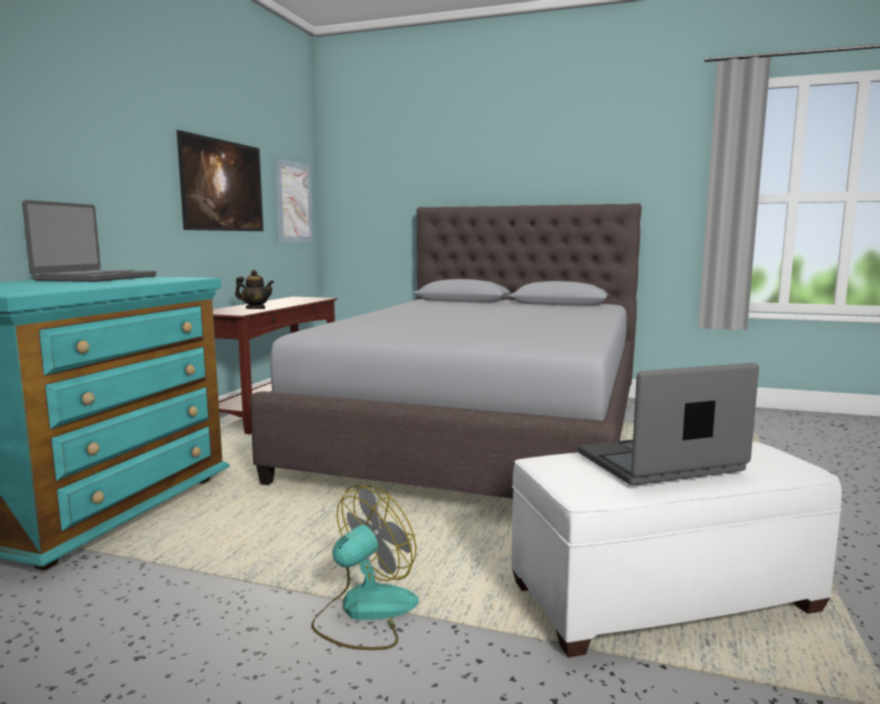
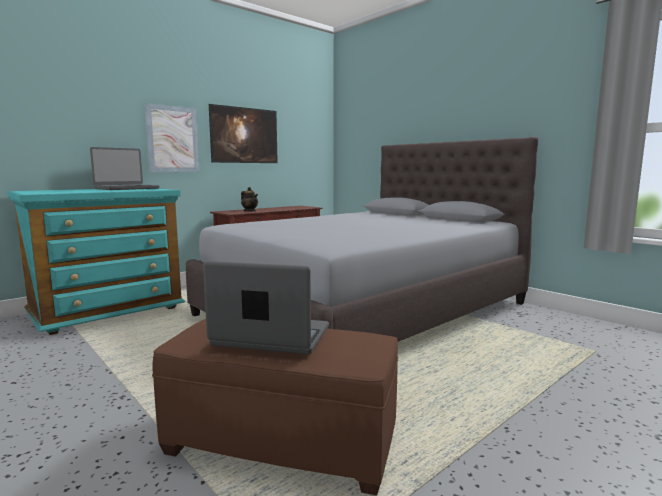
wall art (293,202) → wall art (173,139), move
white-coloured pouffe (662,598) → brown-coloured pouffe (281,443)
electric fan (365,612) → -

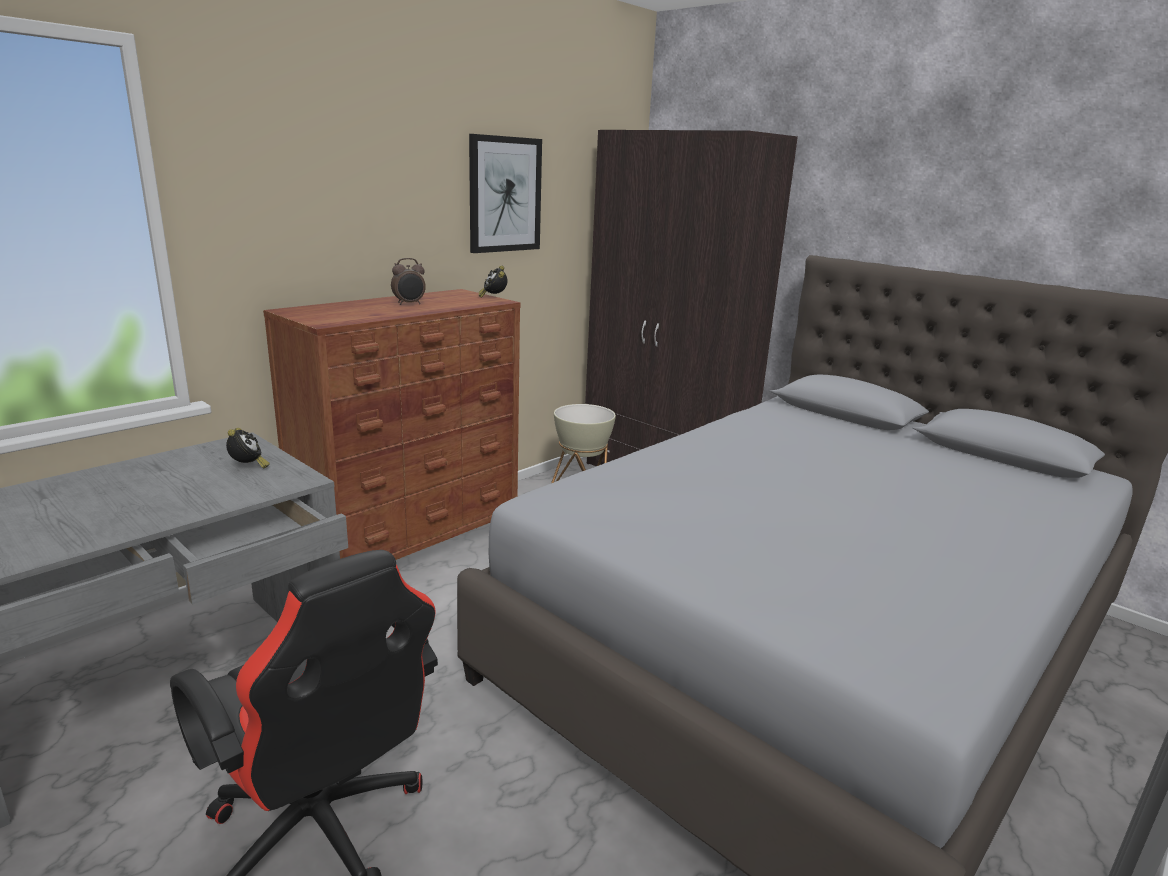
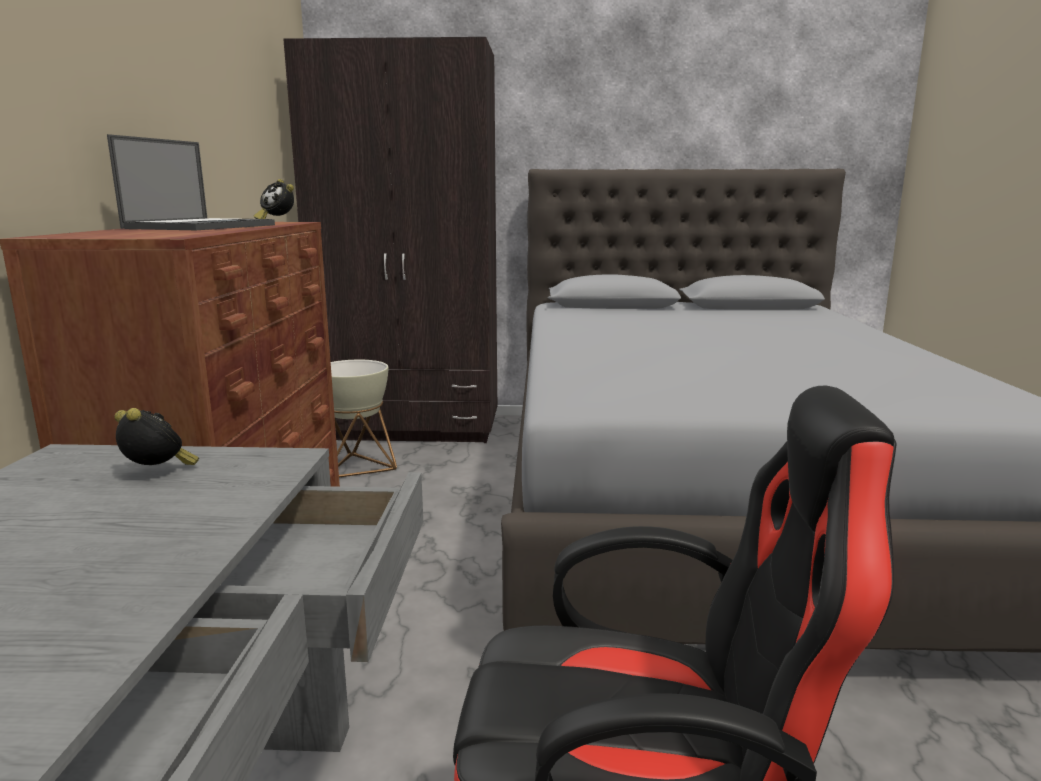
alarm clock (409,304) → laptop (202,226)
wall art (504,195) → -

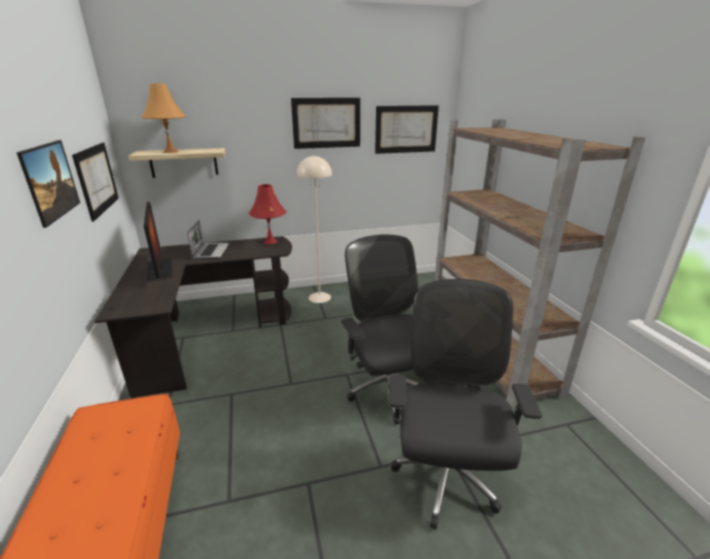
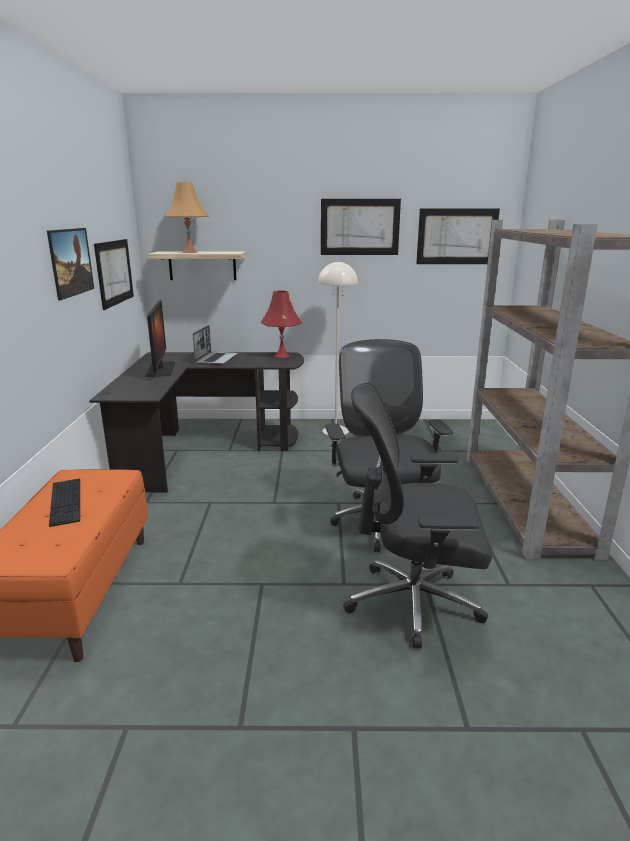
- → keyboard (65,501)
computer chair (446,475) → computer chair (415,603), 105 degrees counterclockwise

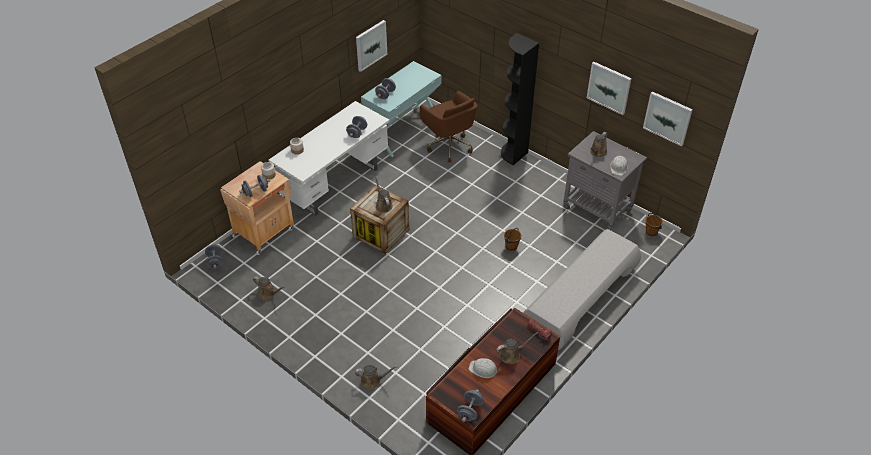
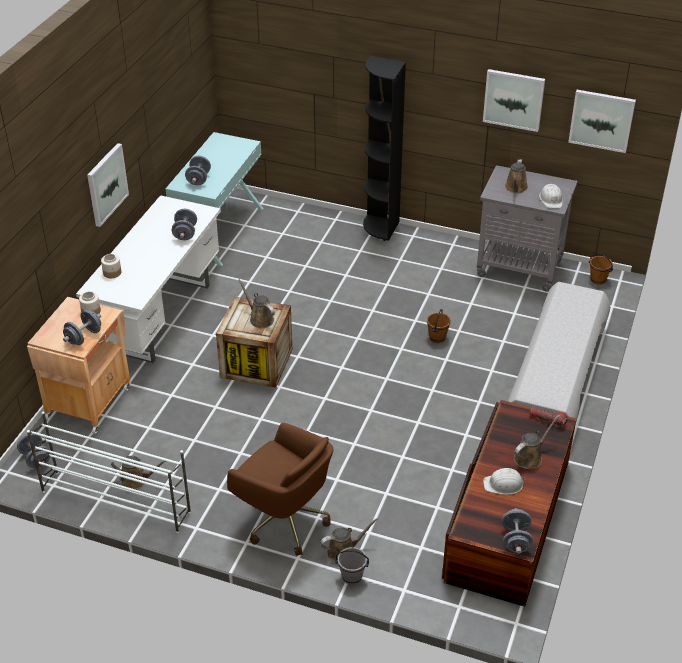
- → white-coloured shoe shelf (115,501)
wall art (371,45) → wall art (106,184), move
brown-coloured computer chair (448,146) → brown-coloured computer chair (284,522), move
- → grey water bucket (351,577)

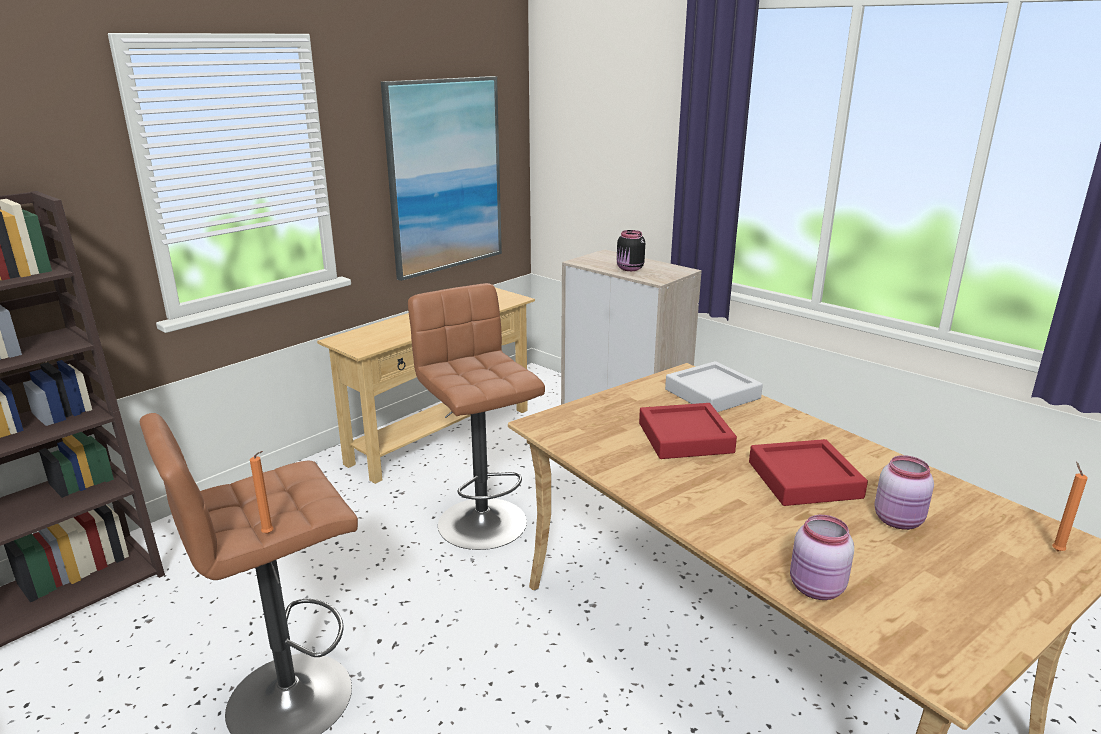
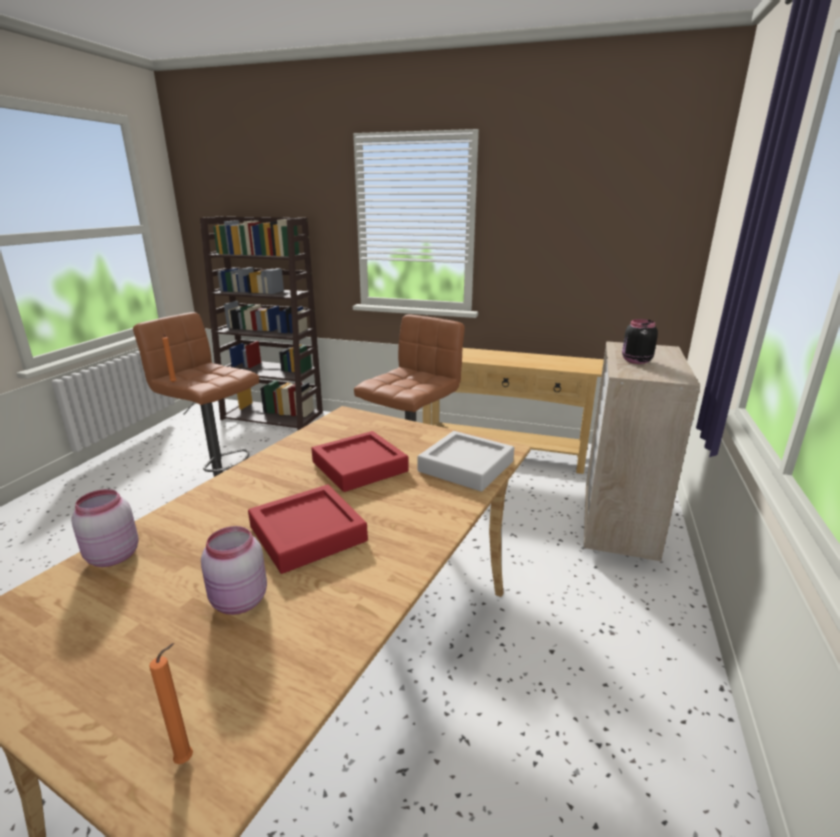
wall art (445,176) → -

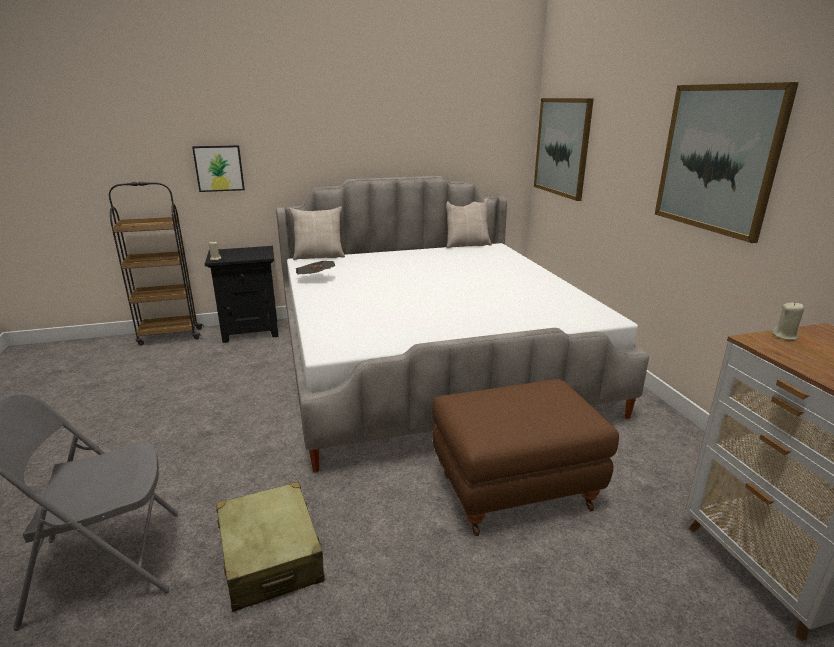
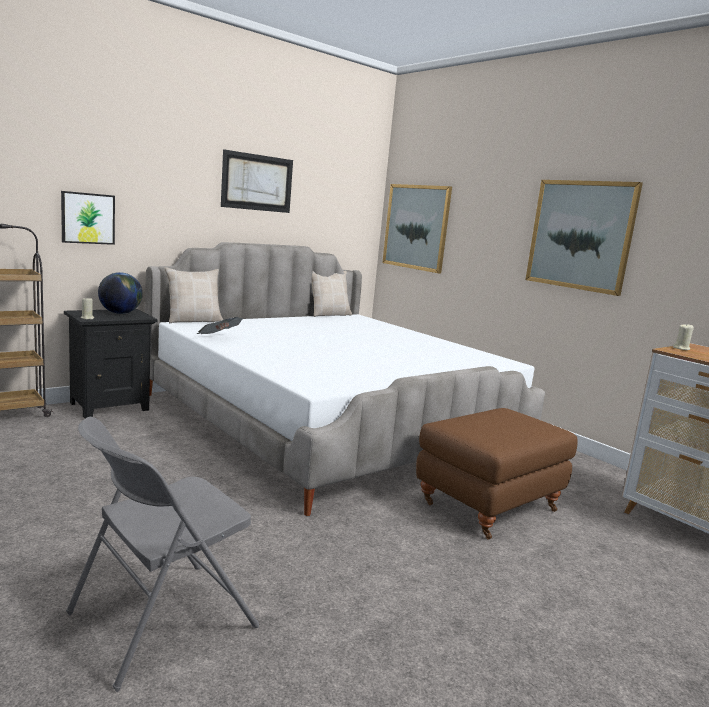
- → world globe (120,313)
- → wall art (257,182)
beige travel case (271,557) → -

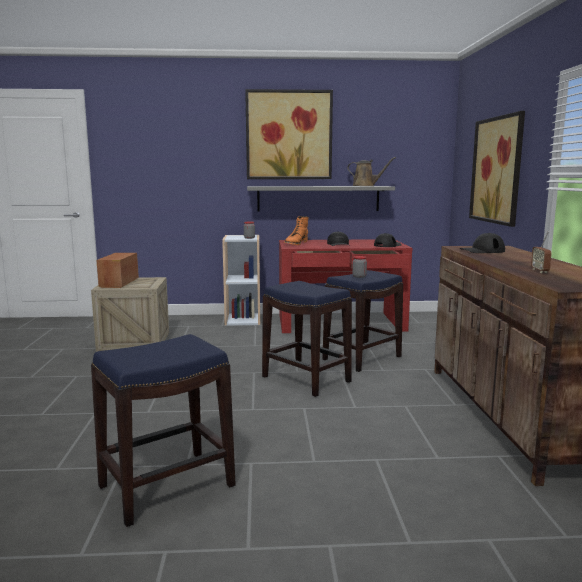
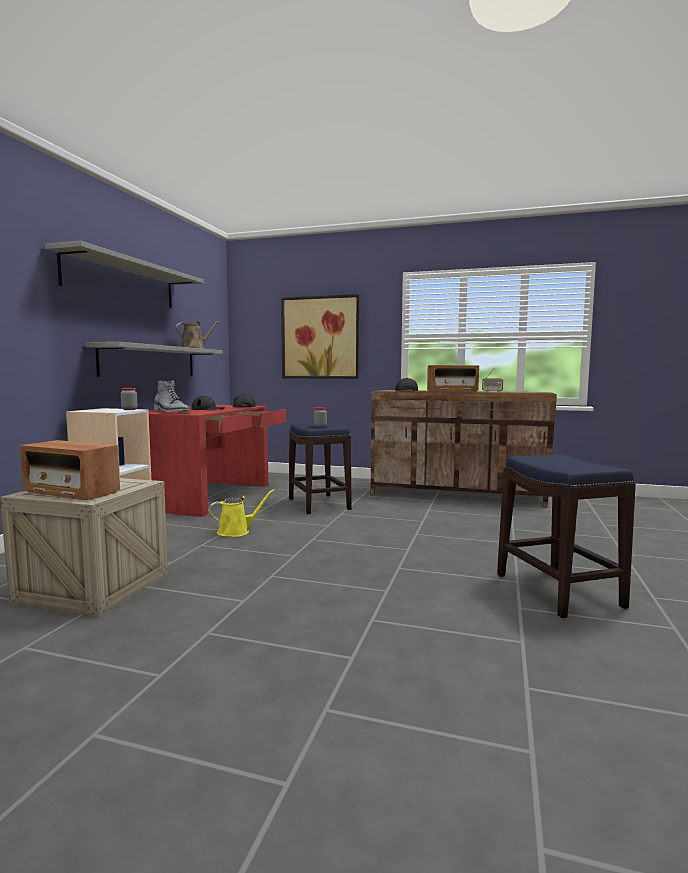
wall art (289,135) → grey wall shelf (122,281)
orangey boot (296,243) → grey boot (171,412)
- → yellowish sprinkling can (236,531)
- → radio receiver (452,391)
sitting stool (306,379) → -

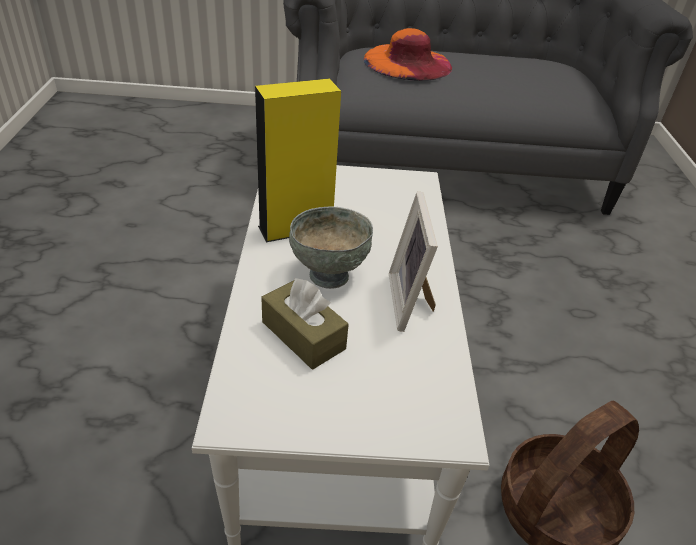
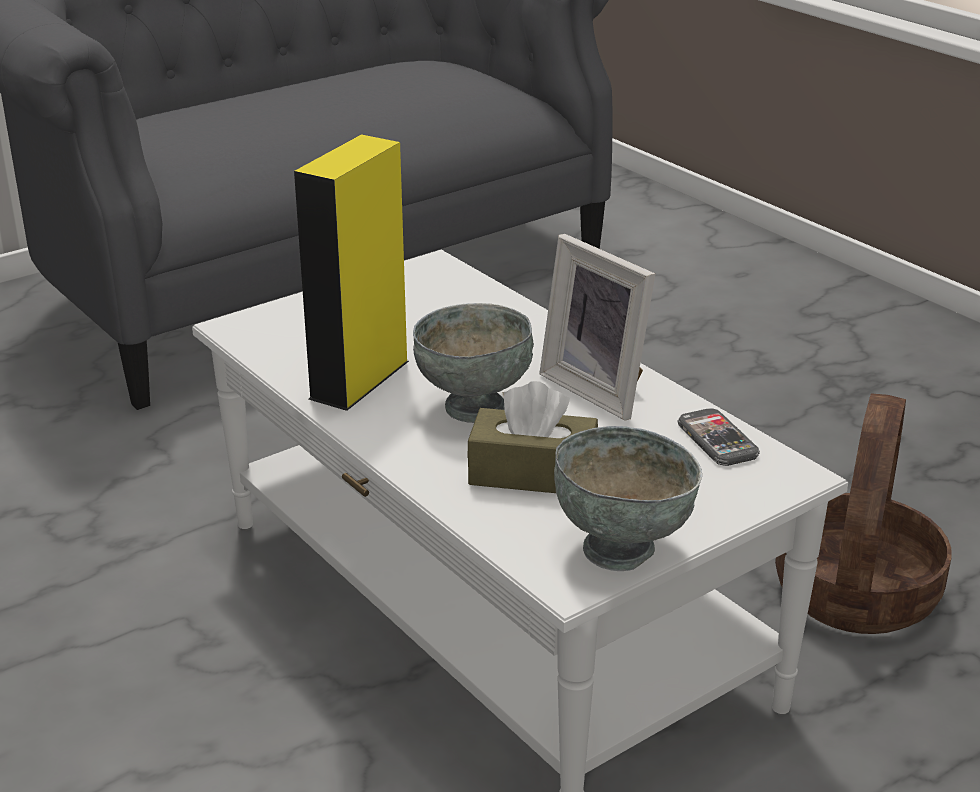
- → grey serving bowl (621,549)
- → phone (717,440)
orangey wearable hat (407,62) → -

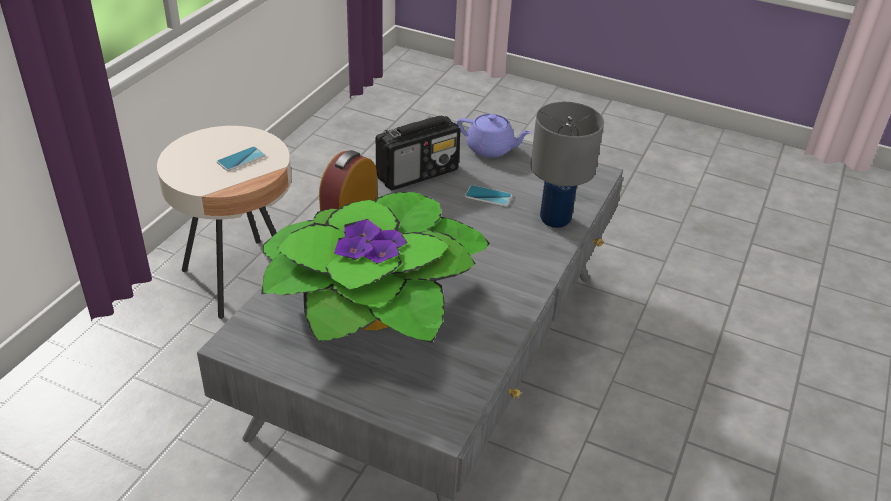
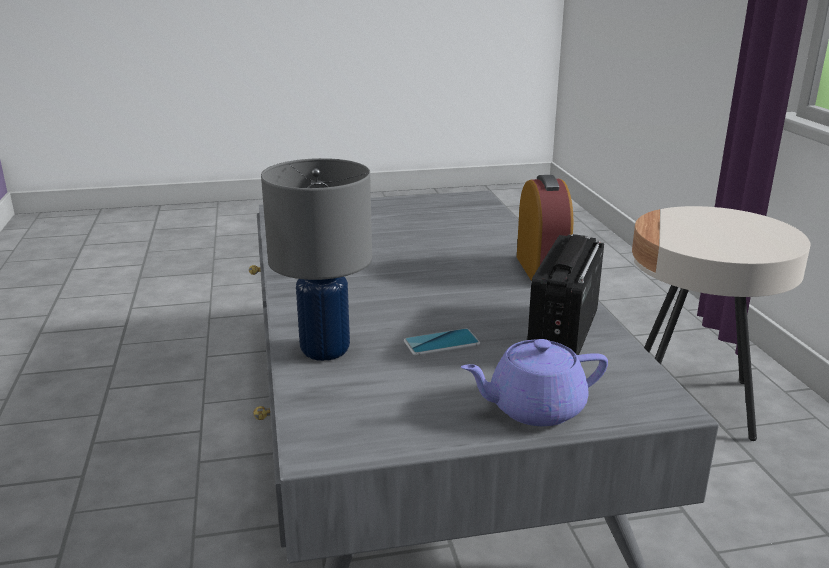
phone (241,159) → -
plant in a pot (375,307) → -

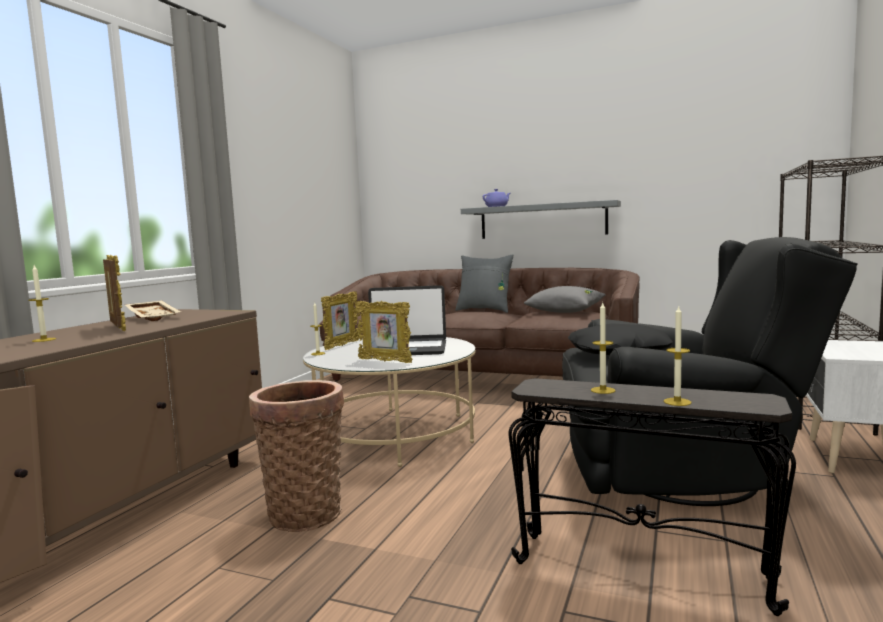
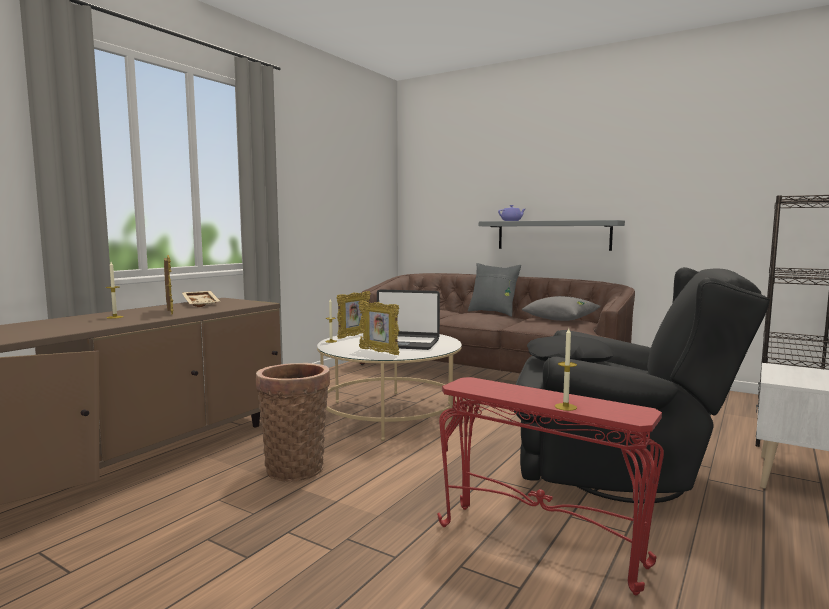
black accent table (640,571) → red-coloured accent table (538,546)
candle (603,390) → -

